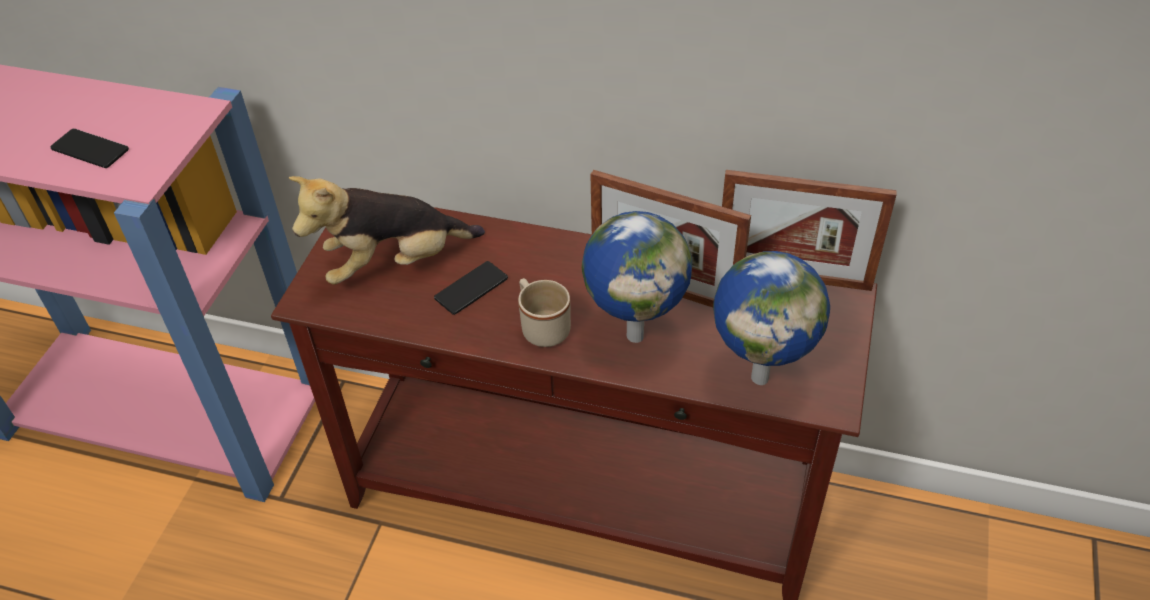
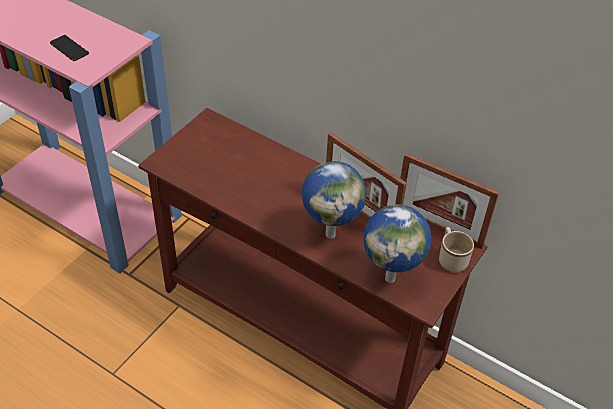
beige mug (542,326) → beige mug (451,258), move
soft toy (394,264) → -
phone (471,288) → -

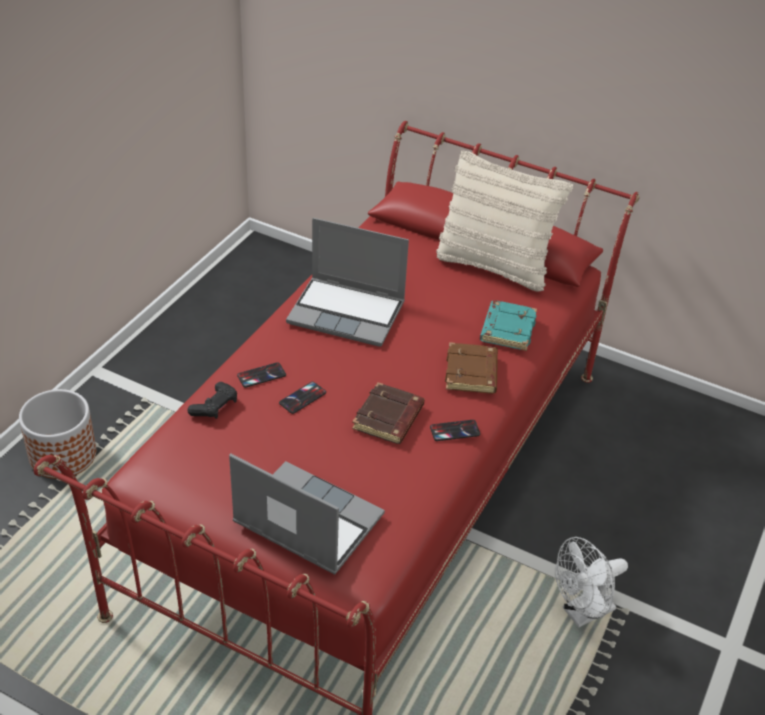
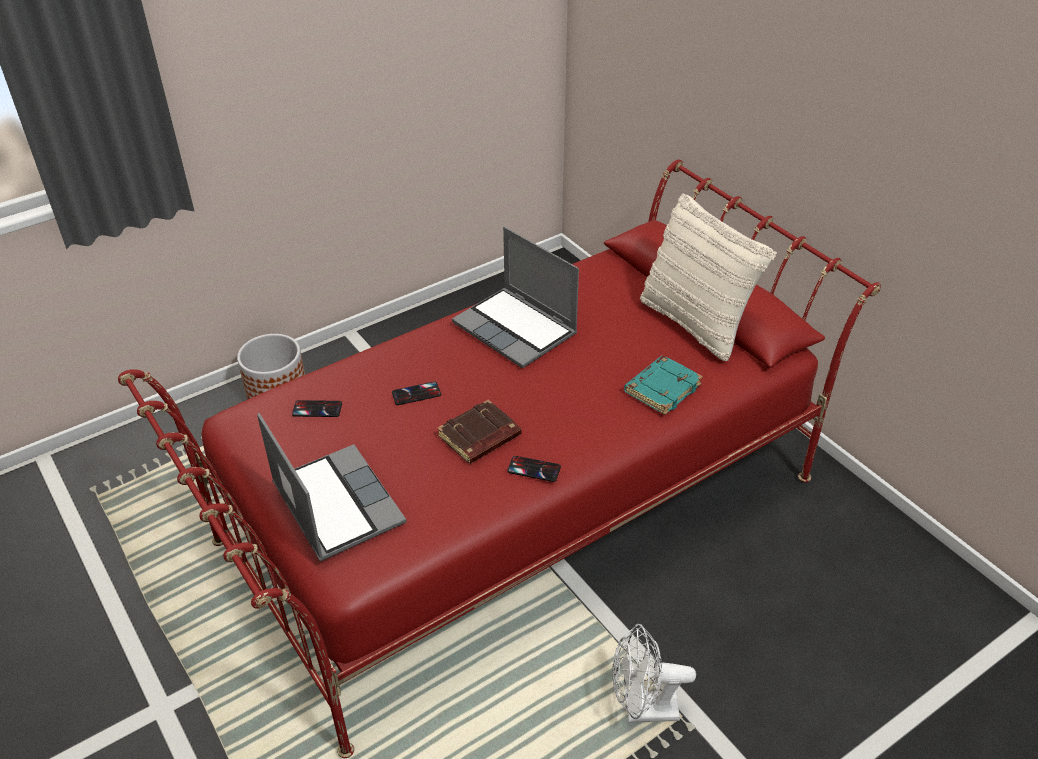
phone (261,375) → phone (317,409), move
black joypad (214,407) → -
brown-coloured bound book (472,373) → -

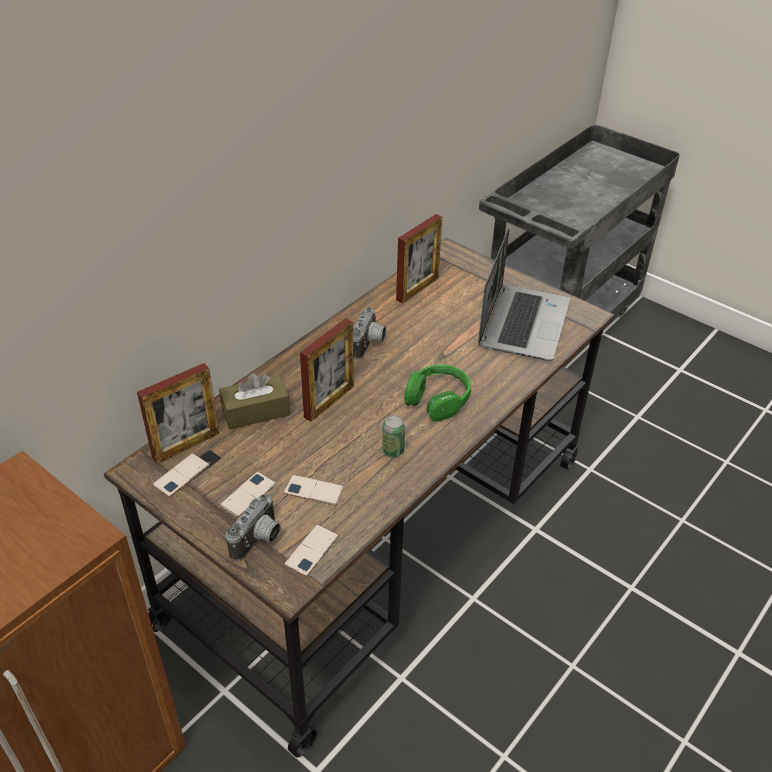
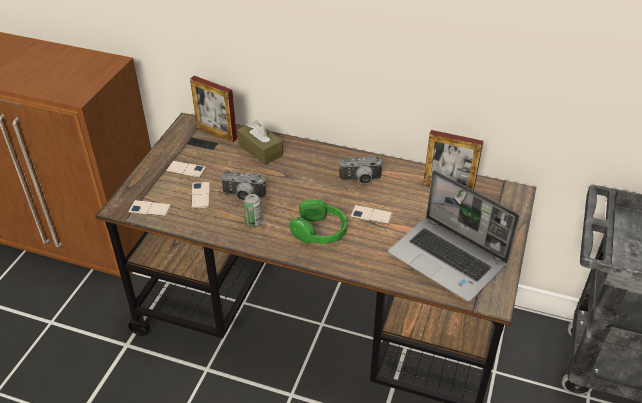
photo camera (259,541) → photo camera (243,197), move
phone (181,475) → phone (371,215), move
laptop (522,323) → laptop (448,259), 45 degrees clockwise
picture frame (329,401) → -

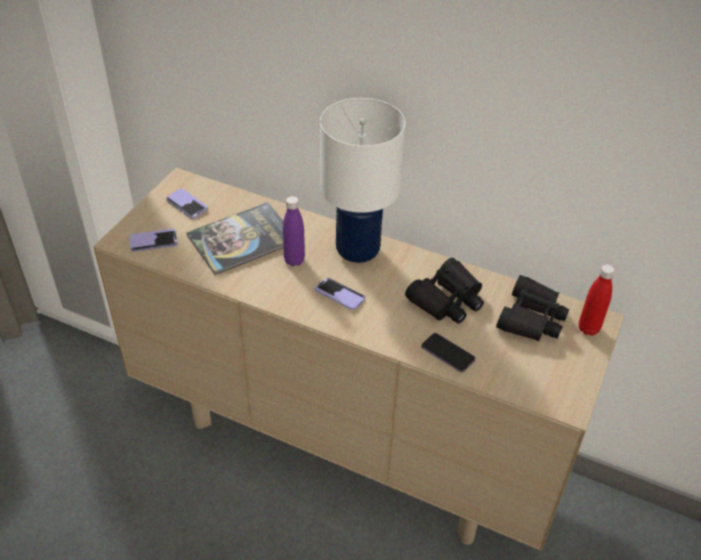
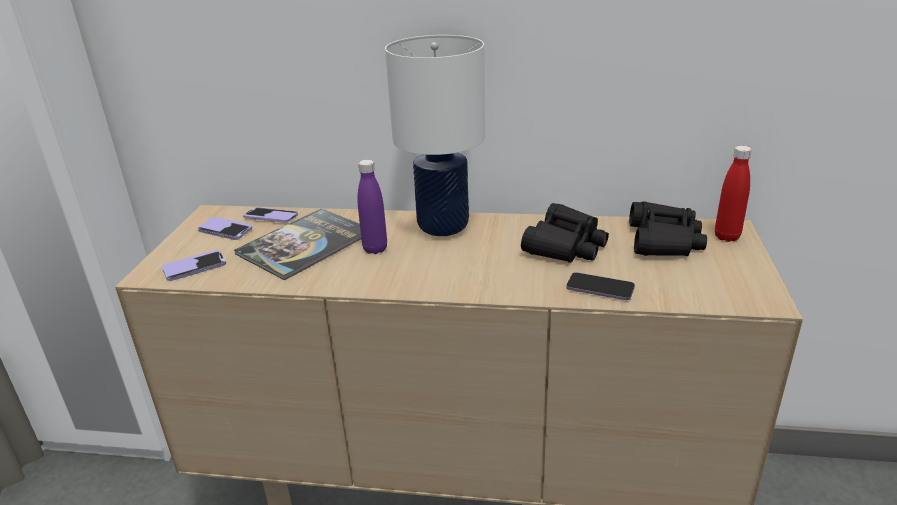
phone (340,295) → phone (271,216), move

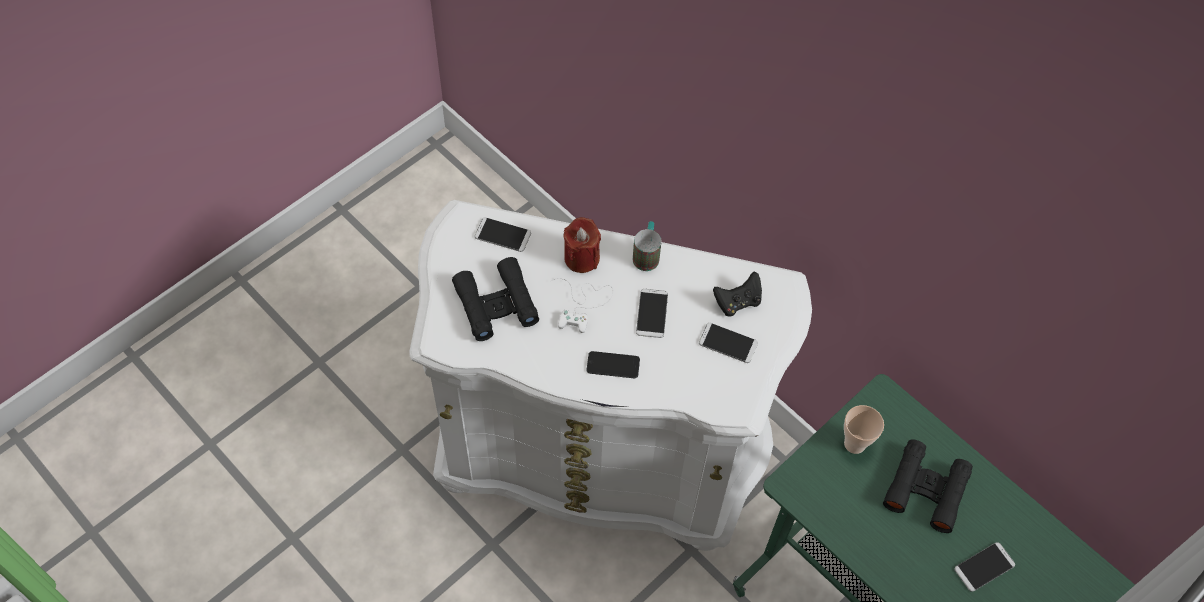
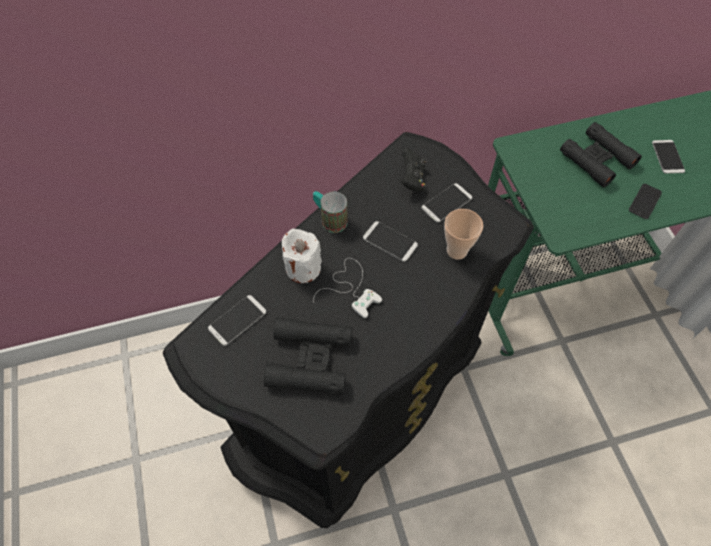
white-coloured drawer chest (596,456) → black drawer chest (360,396)
red-coloured candle (581,258) → white-coloured candle (303,268)
small cup (854,444) → small cup (457,251), move
phone (613,365) → phone (644,201), move

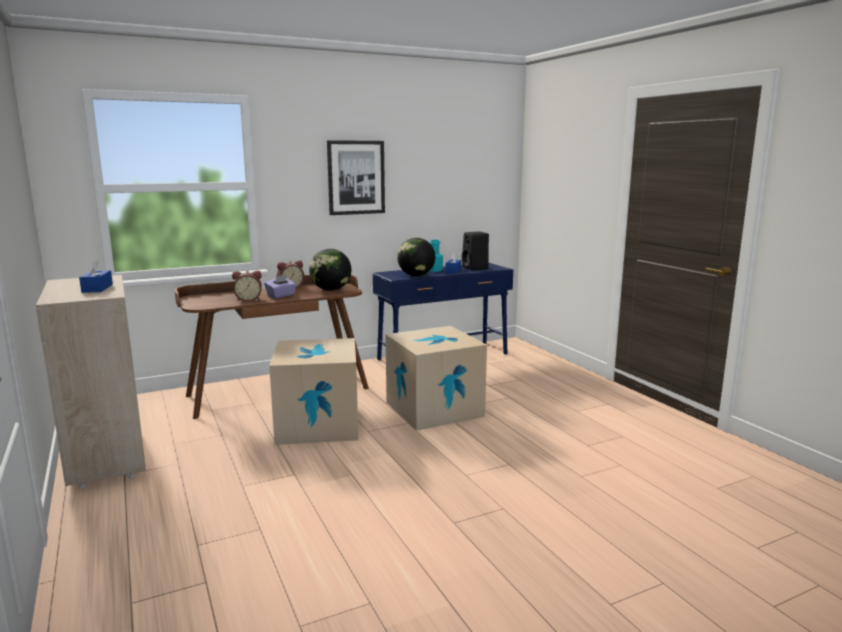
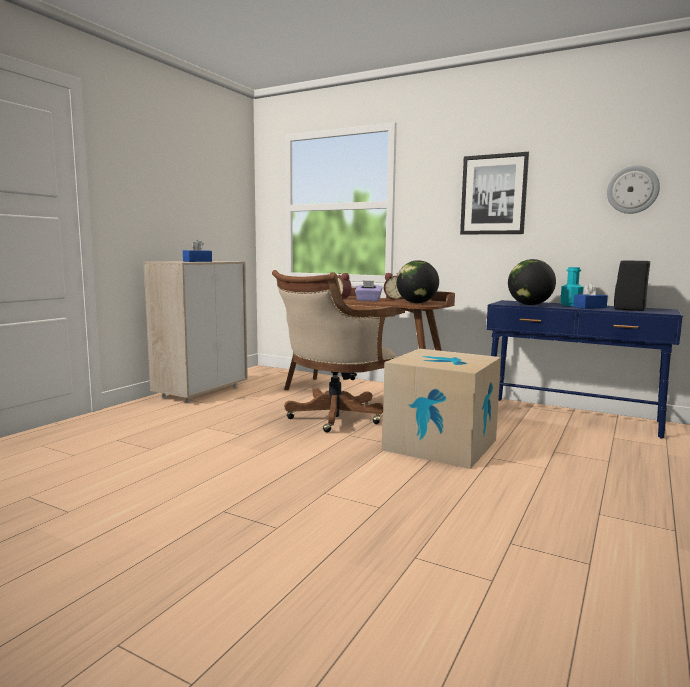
carton (318,425) → computer chair (332,418)
- → hanging clock (632,190)

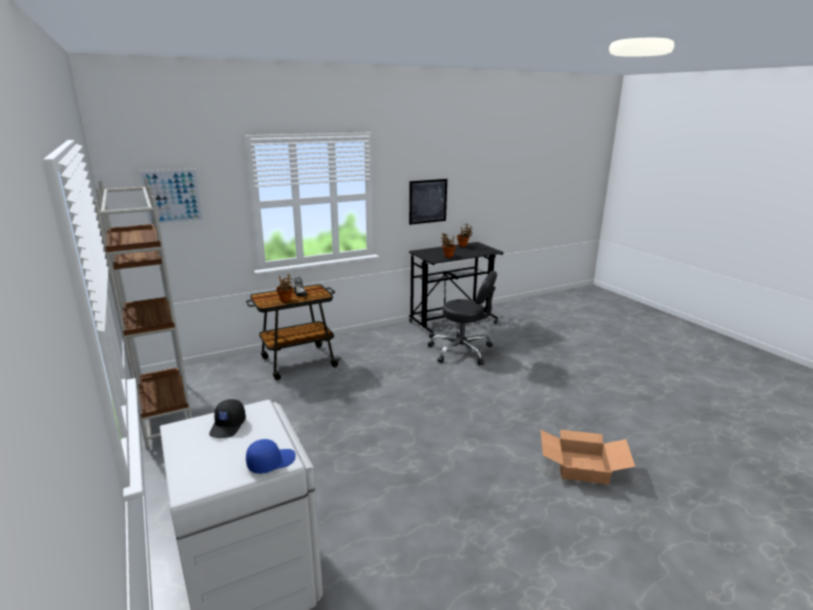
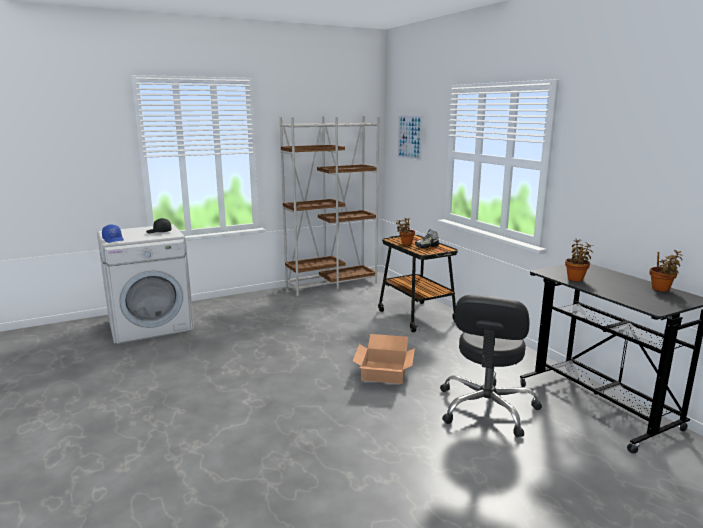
carton (581,467) → carton (383,371), move
wall art (428,201) → -

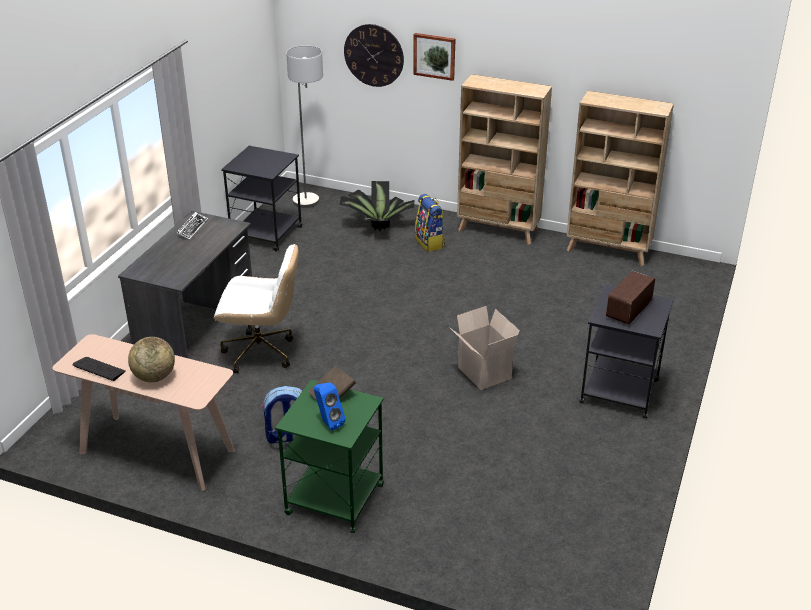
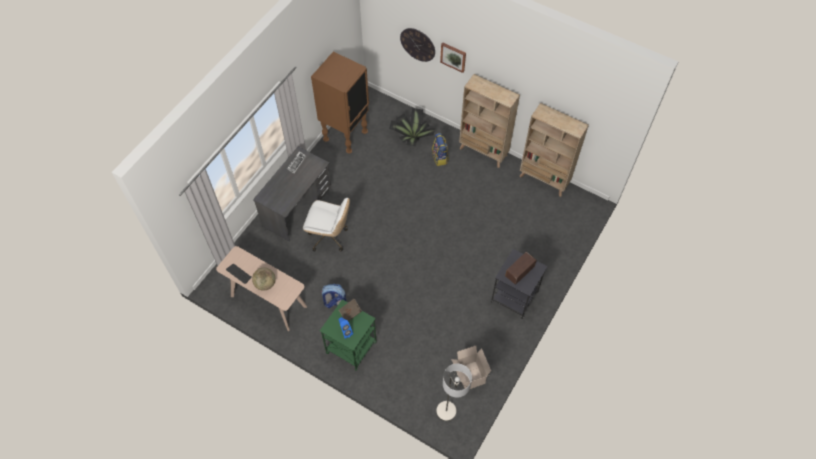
black trolley (267,233) → brown-coloured cabinet (346,135)
grey standing lamp (310,204) → grey standing lamp (449,416), move
carton (482,373) → carton (469,375), move

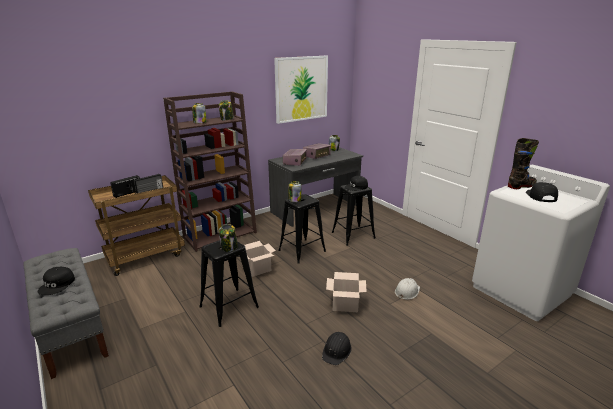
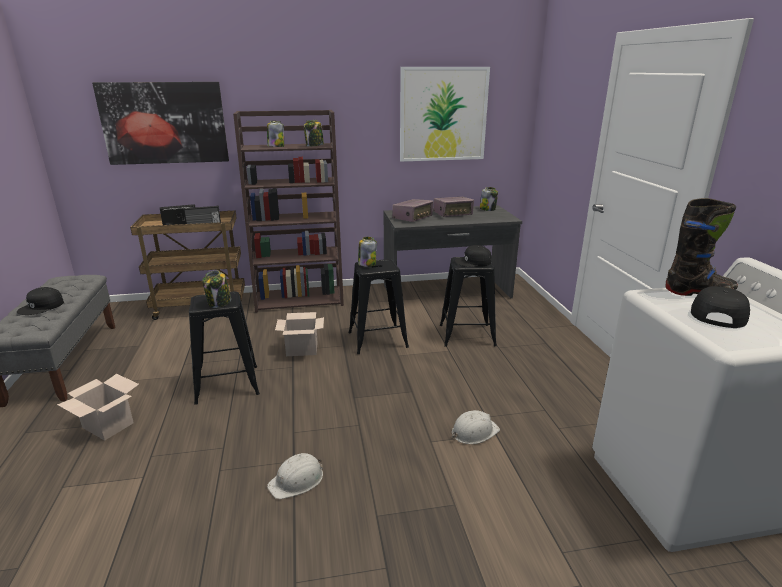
carton (344,305) → carton (106,425), move
- → wall art (164,123)
black safety helmet (337,351) → white-coloured safety helmet (297,480)

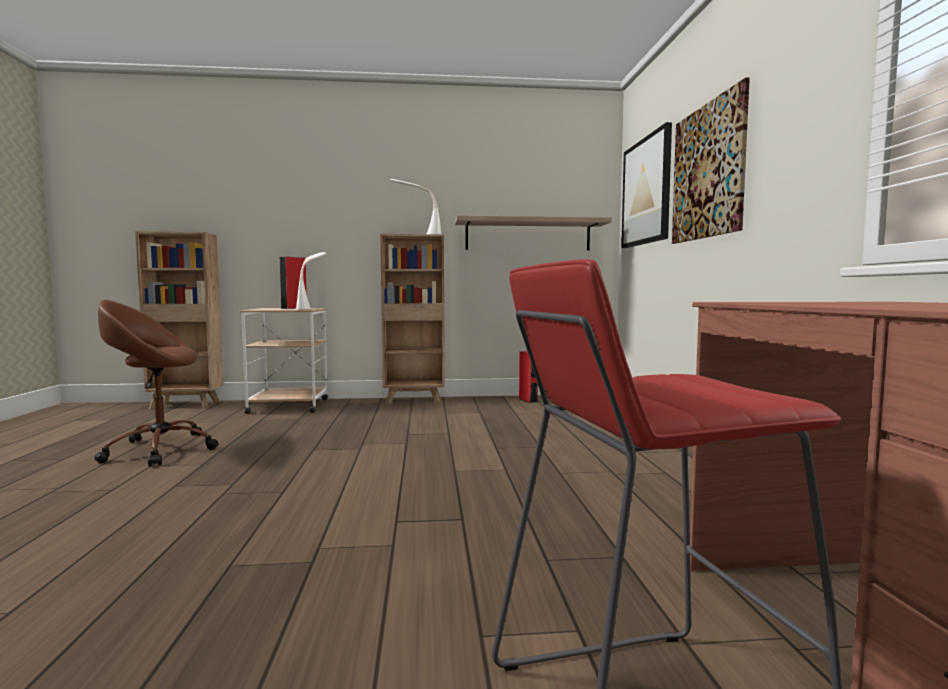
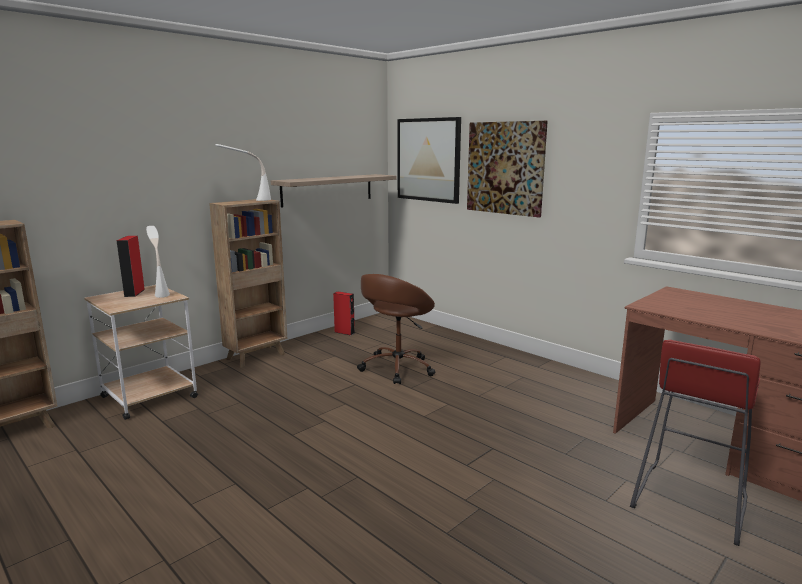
brown-coloured computer chair (158,450) → brown-coloured computer chair (396,369), move

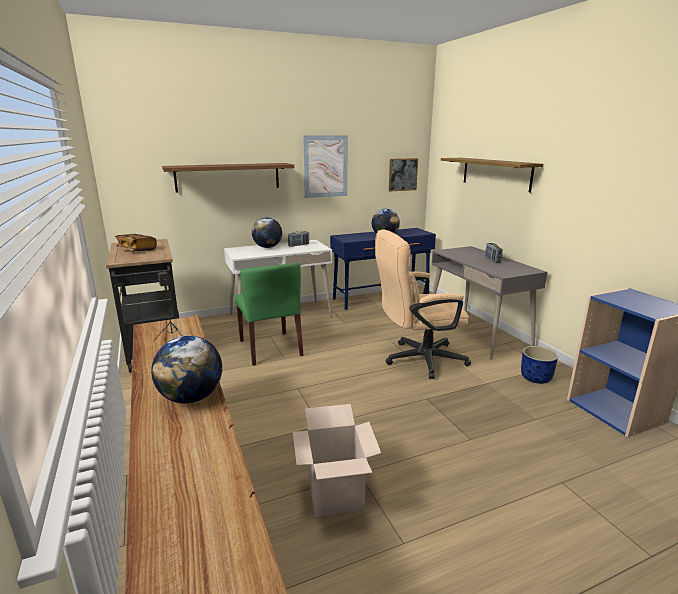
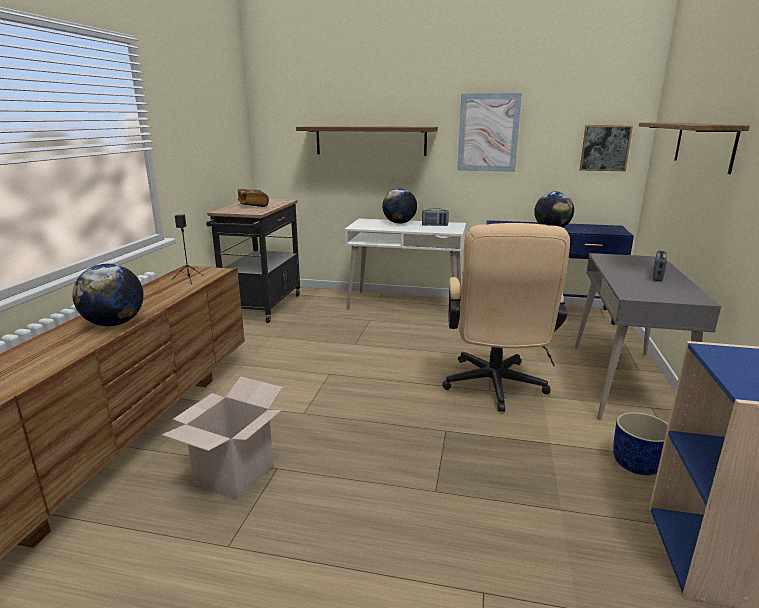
beige computer chair (417,360) → beige computer chair (494,388), 105 degrees counterclockwise
greenish plain chair (270,348) → -

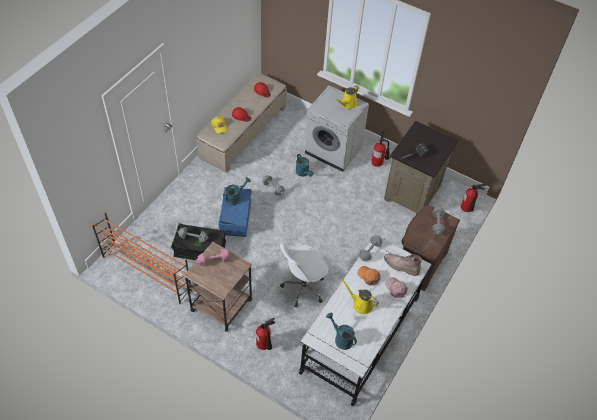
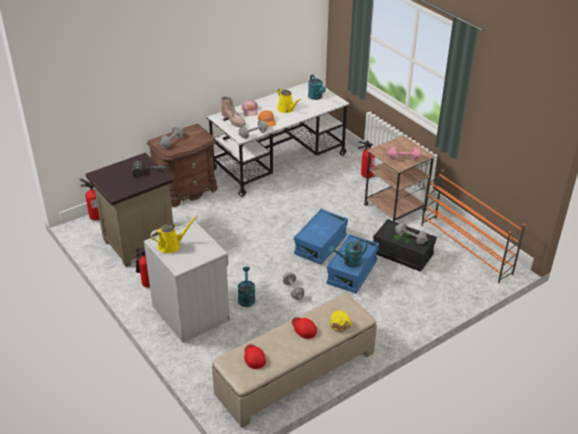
- → blue-coloured storage bin (320,245)
white-coloured computer chair (302,289) → -

